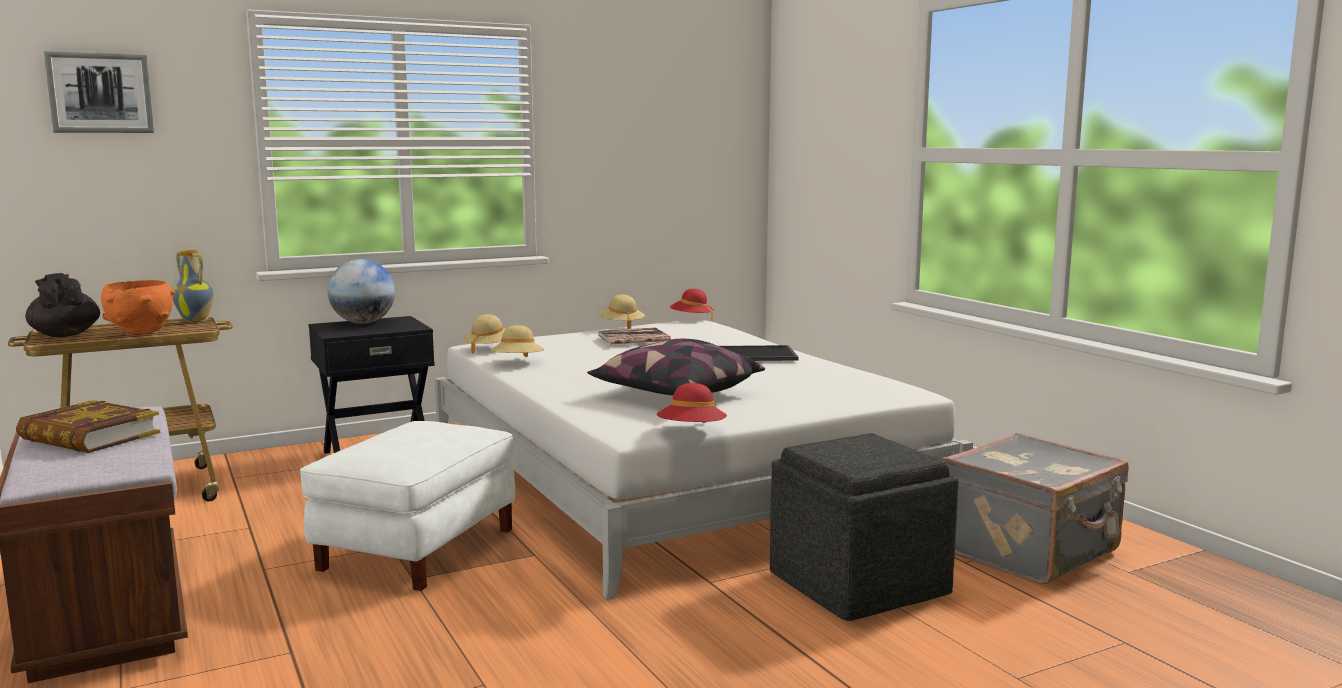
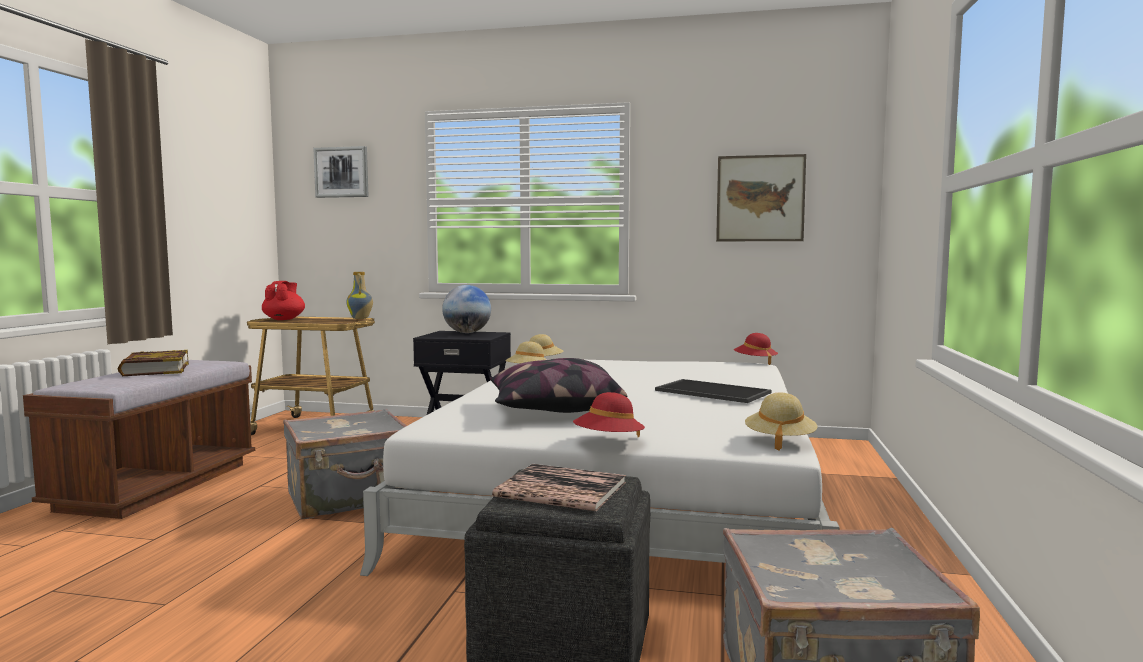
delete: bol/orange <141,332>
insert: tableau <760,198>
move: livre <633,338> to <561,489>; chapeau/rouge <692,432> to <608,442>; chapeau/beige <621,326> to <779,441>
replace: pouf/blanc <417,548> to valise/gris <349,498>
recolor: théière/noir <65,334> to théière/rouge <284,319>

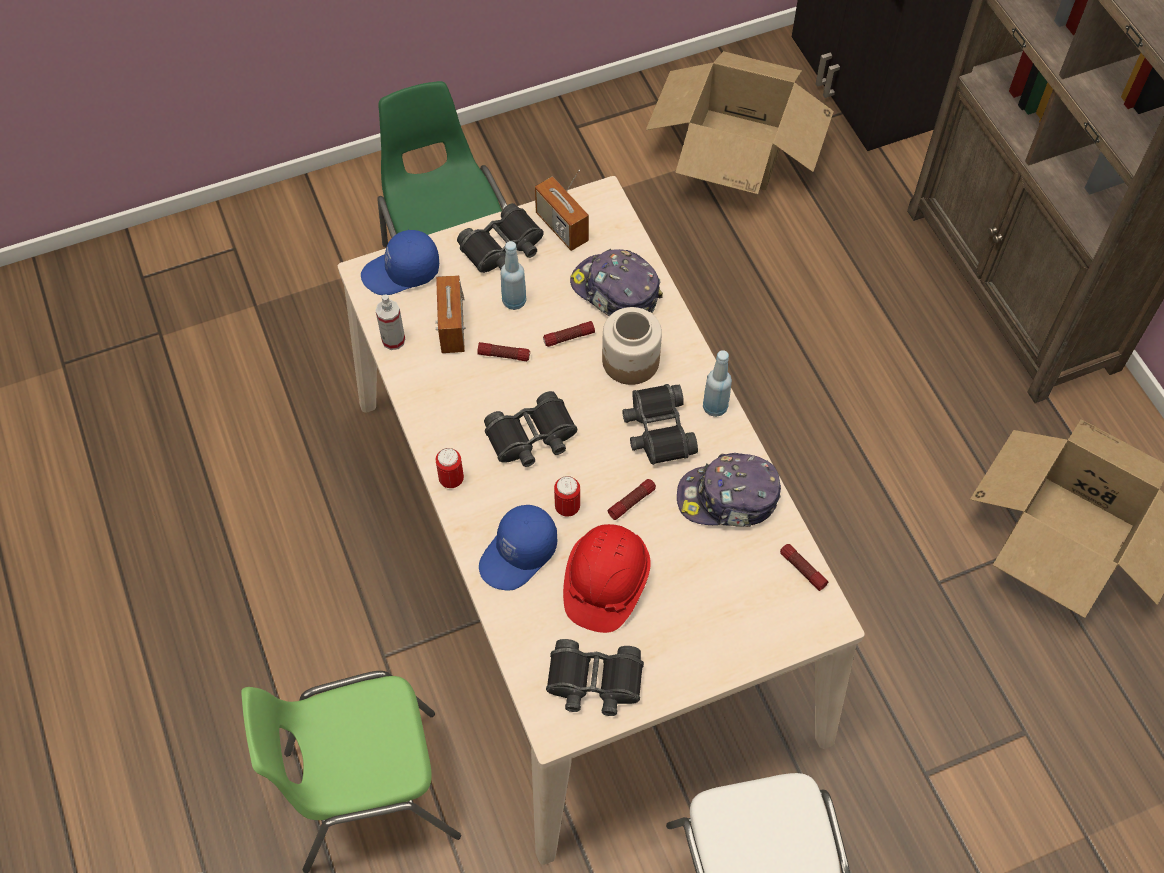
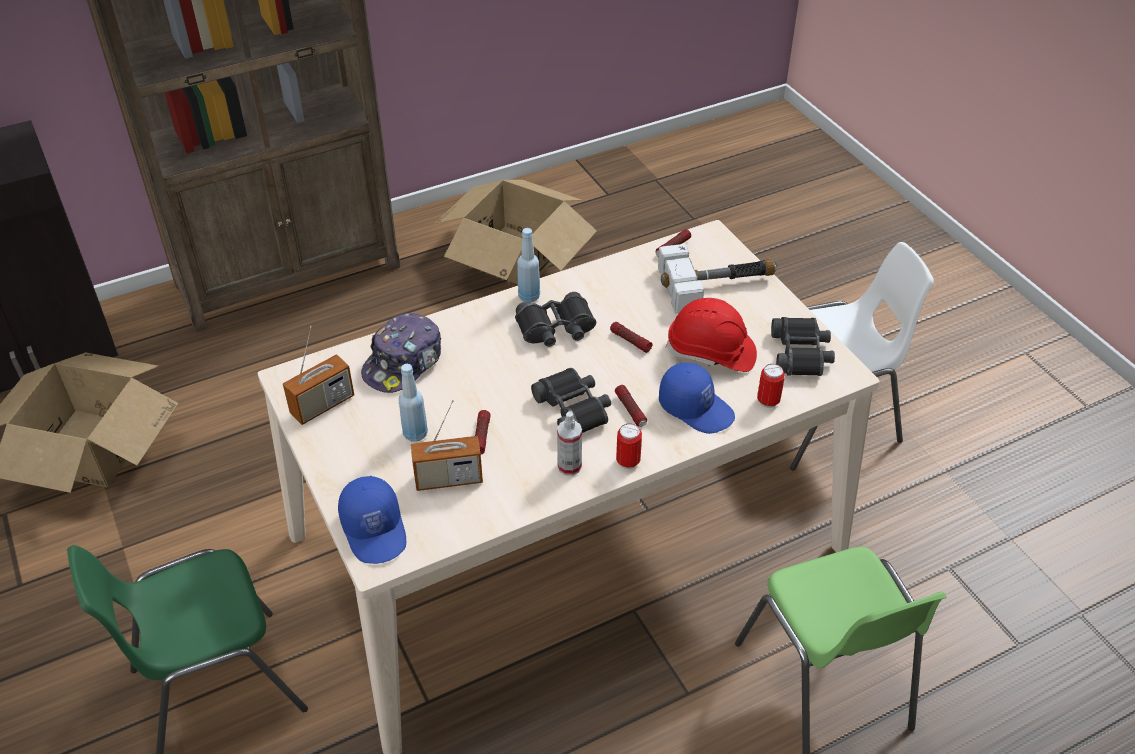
delete: jumelles/noir <503,248>; bocal <630,361>; casquette <728,499>
insert: marteau <718,284>
move: vaporisateur <393,340> to <569,466>; lampe de poche <569,337> to <630,410>; boîte métallique <567,507> to <768,401>

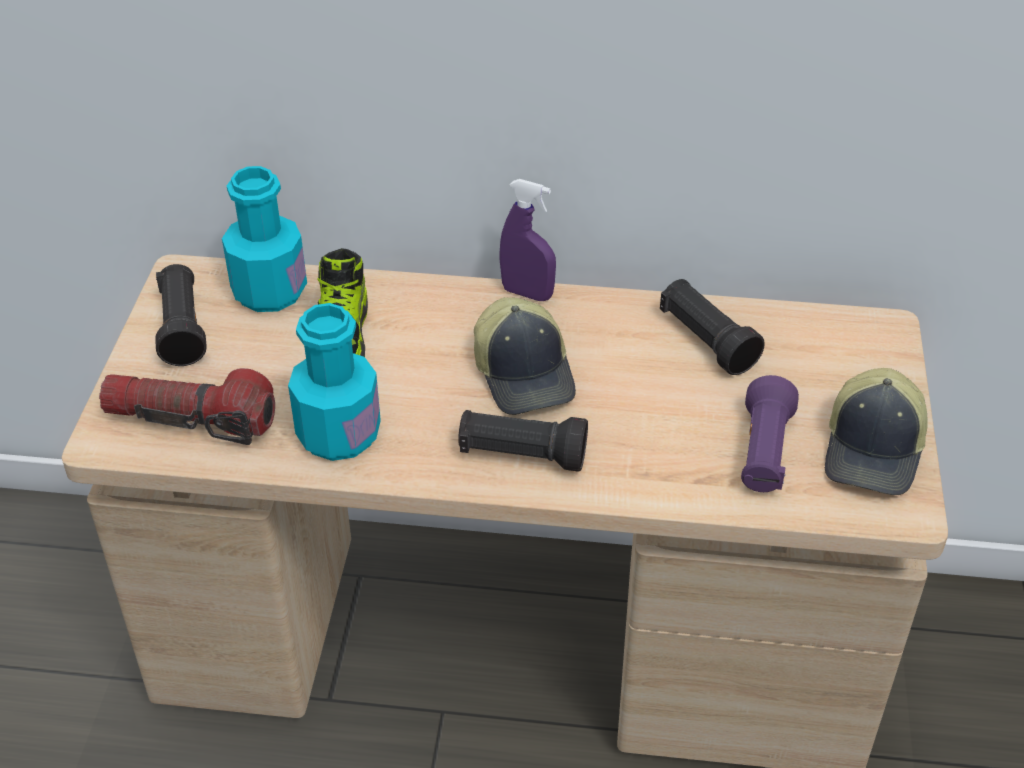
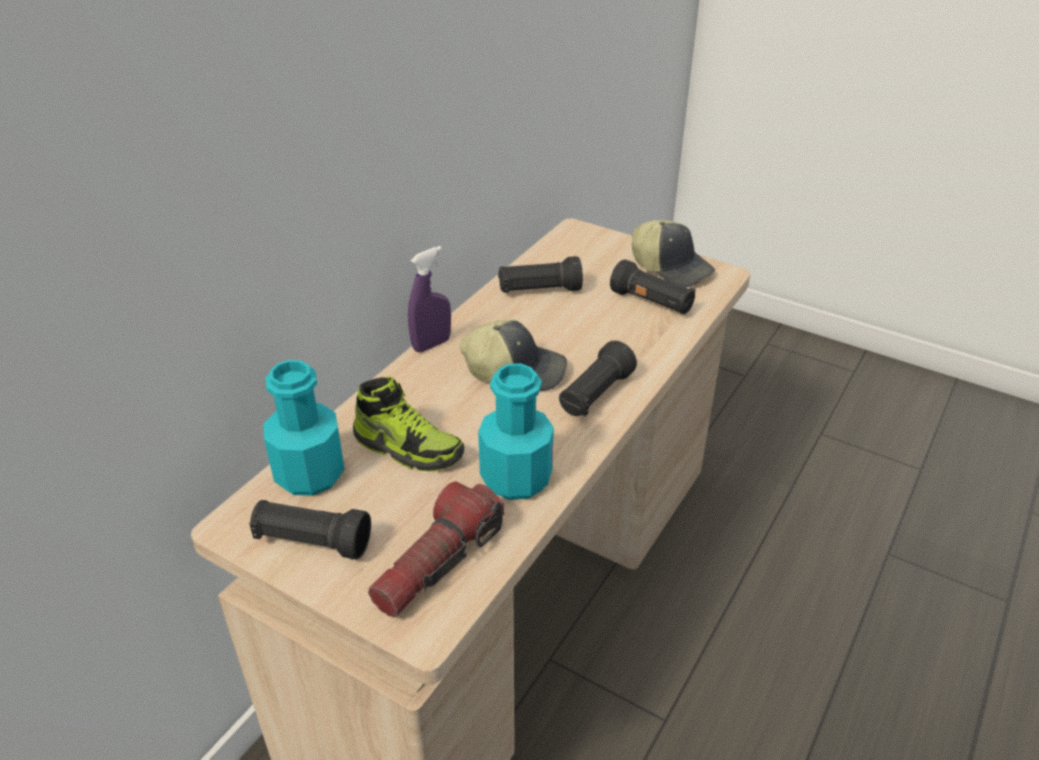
recolor: lampe de poche/violet <763,454> to lampe de poche/noir <652,303>

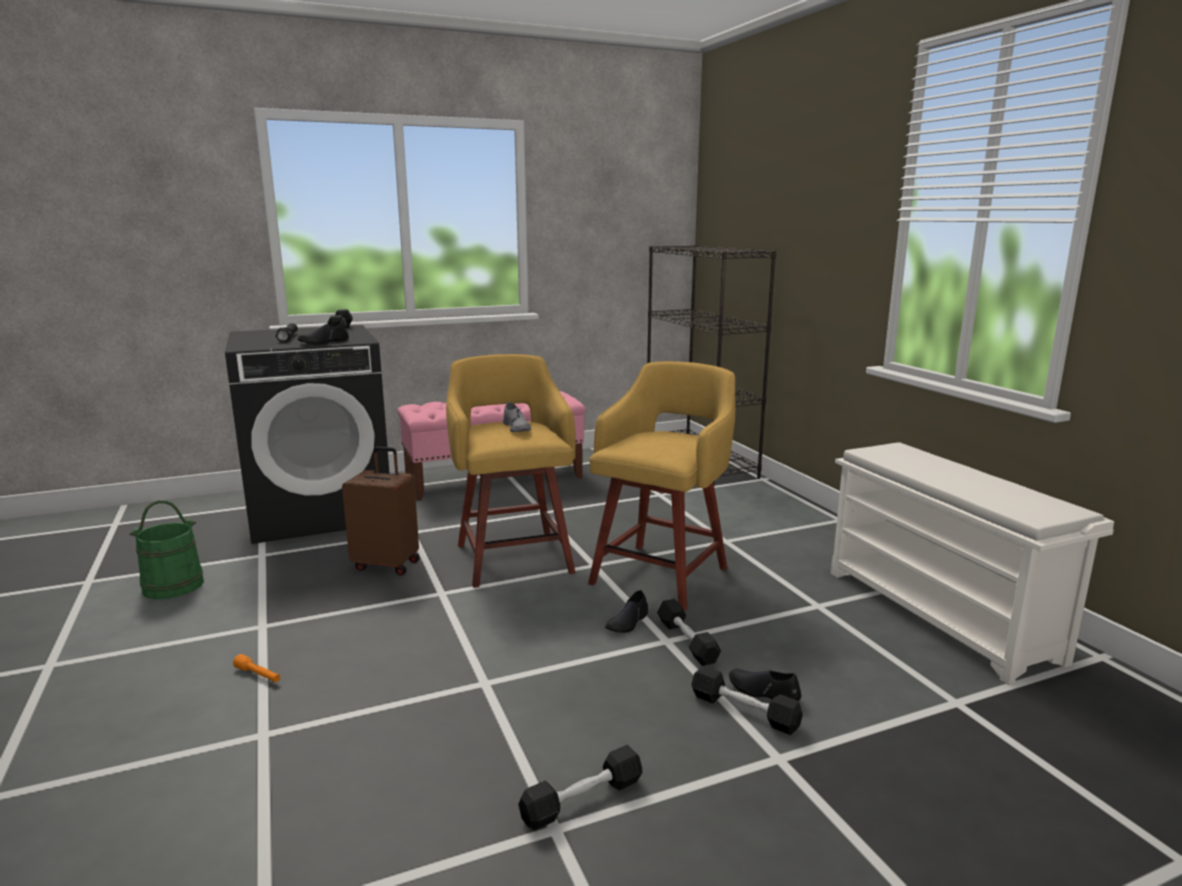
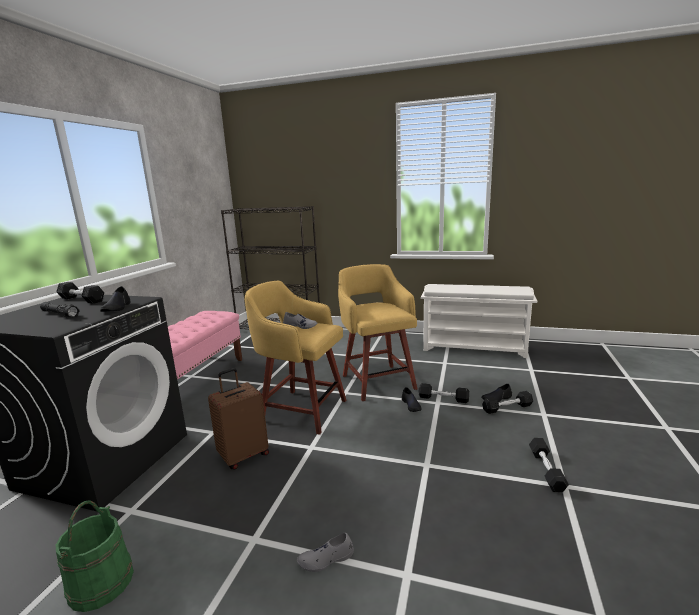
replace: lampe de poche/orange <258,675> to chaussure/gris <326,559>

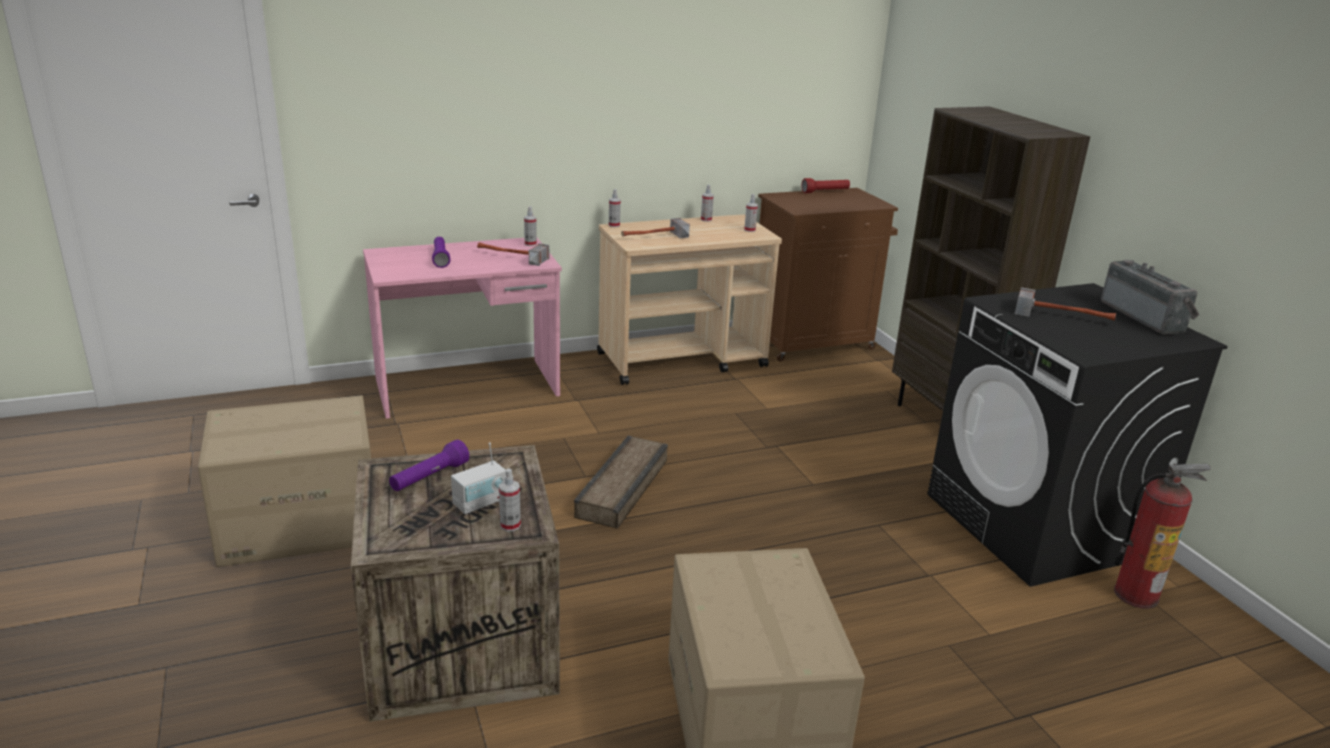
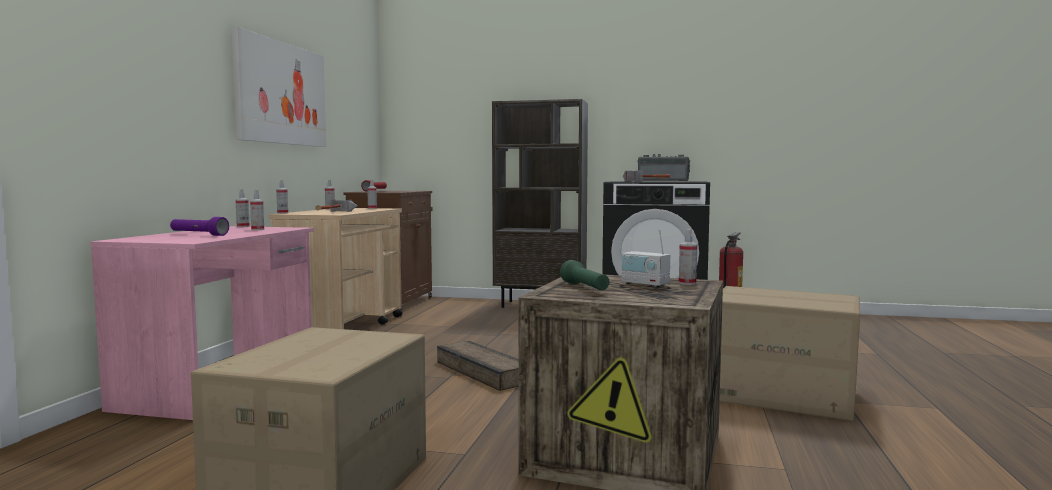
insert: tableau <281,93>
replace: marteau <509,258> to vaporisateur <257,229>
recolor: lampe de poche/violet <429,477> to lampe de poche/vert <585,288>
rotate: radio <480,503> = <645,284> 135 degrees clockwise

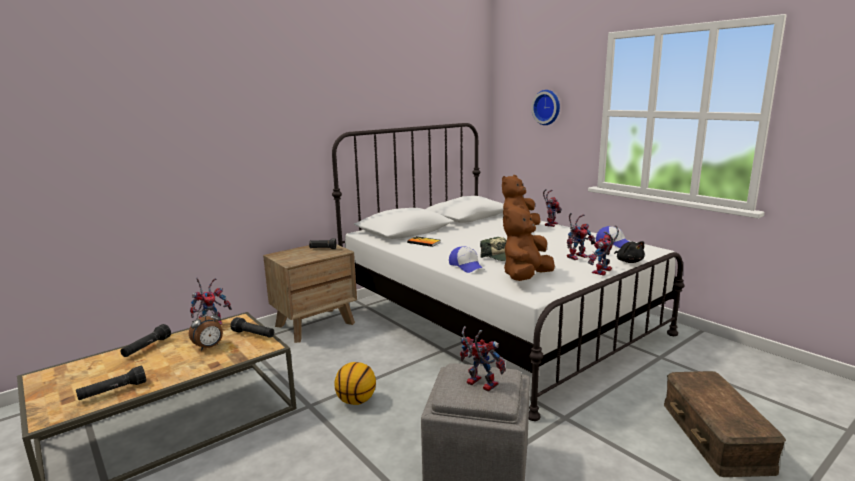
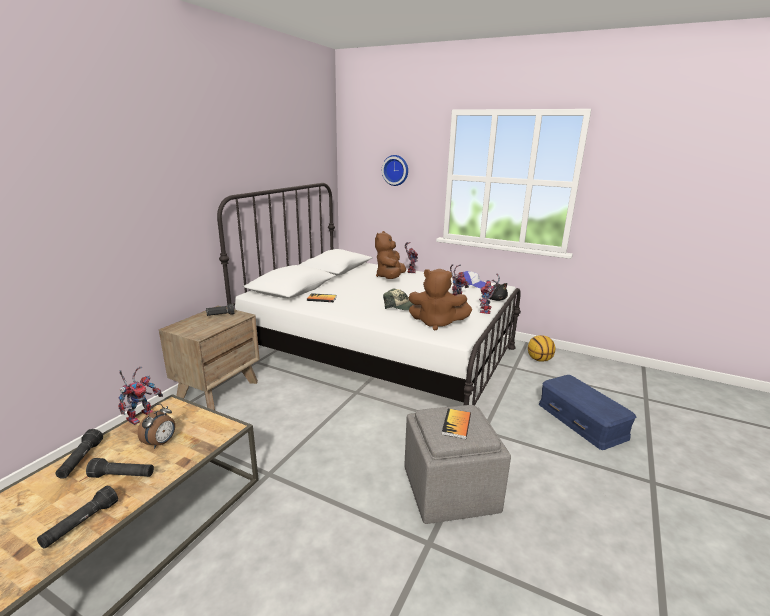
delete: casquette <466,266>
move: lampe de poche/noir <254,335> to <123,476>; ballon de basket <356,401> to <539,360>
replace: robot jouet <478,384> to livre <456,424>
recolor: boîte de rangement/marron <716,435> to boîte de rangement/bleu <582,420>
rotate: peluche/marron <525,277> = <436,323> 90 degrees counterclockwise

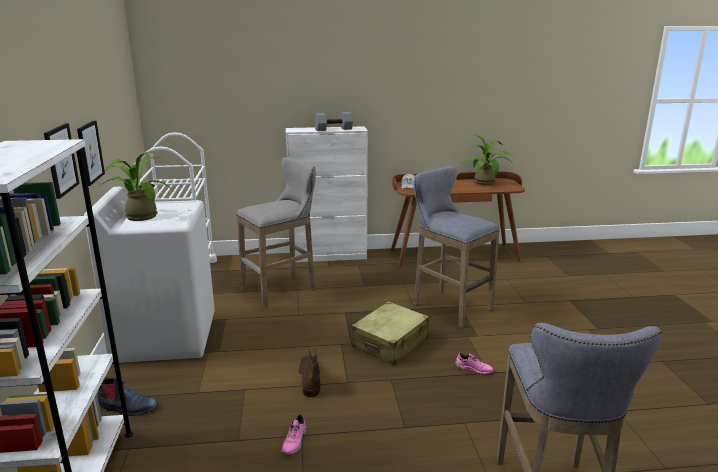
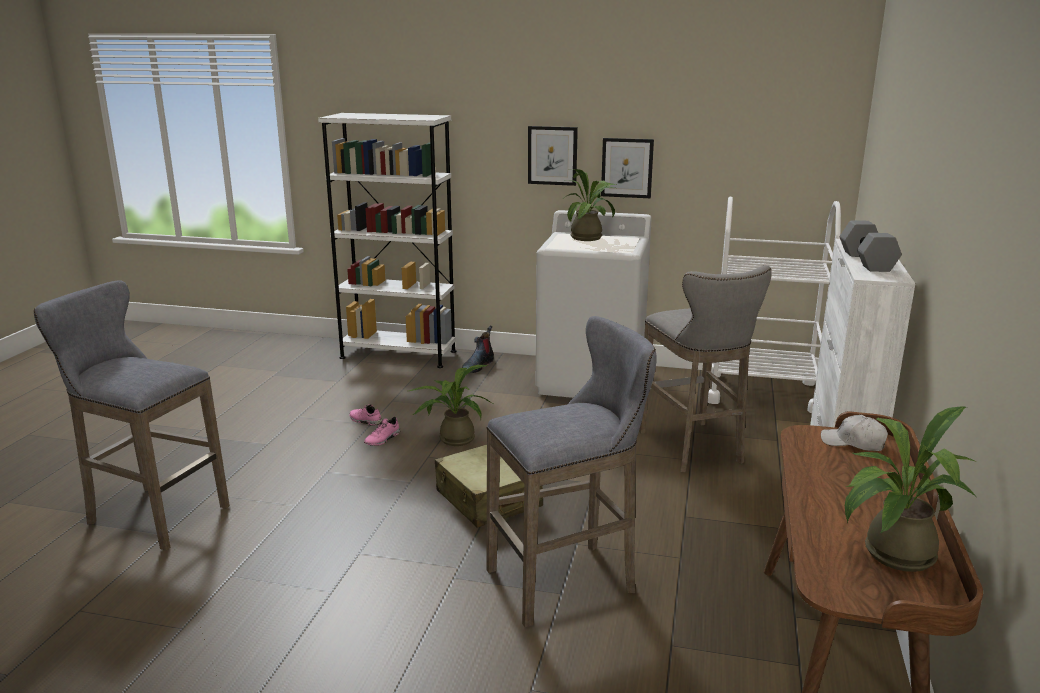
move: chaussure/rose <474,369> to <383,439>
replace: botte/marron <310,379> to plante en pot <452,438>

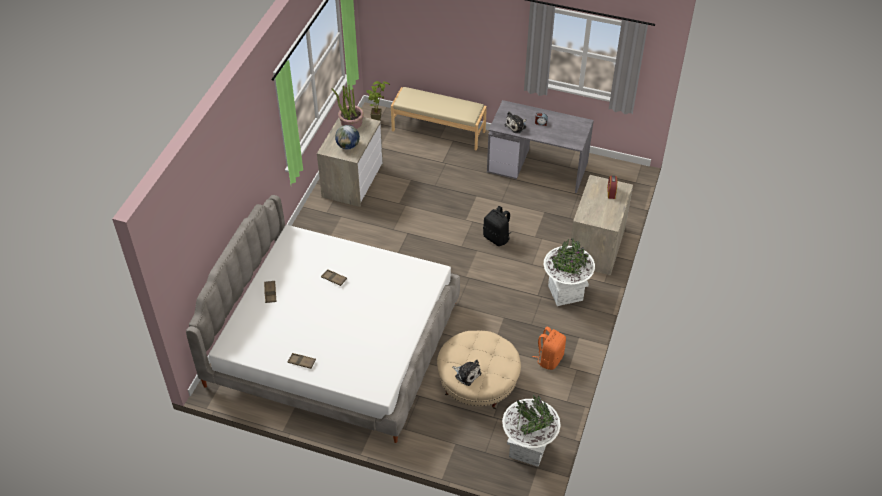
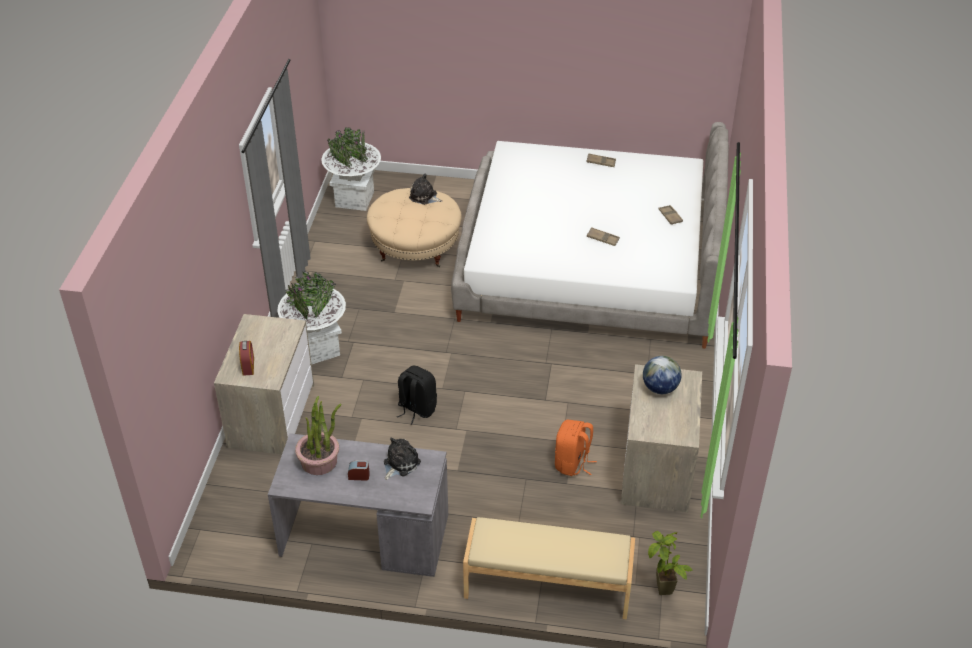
move: plante en pot <351,122> to <319,461>; sac à dos/orange <549,359> to <572,463>

